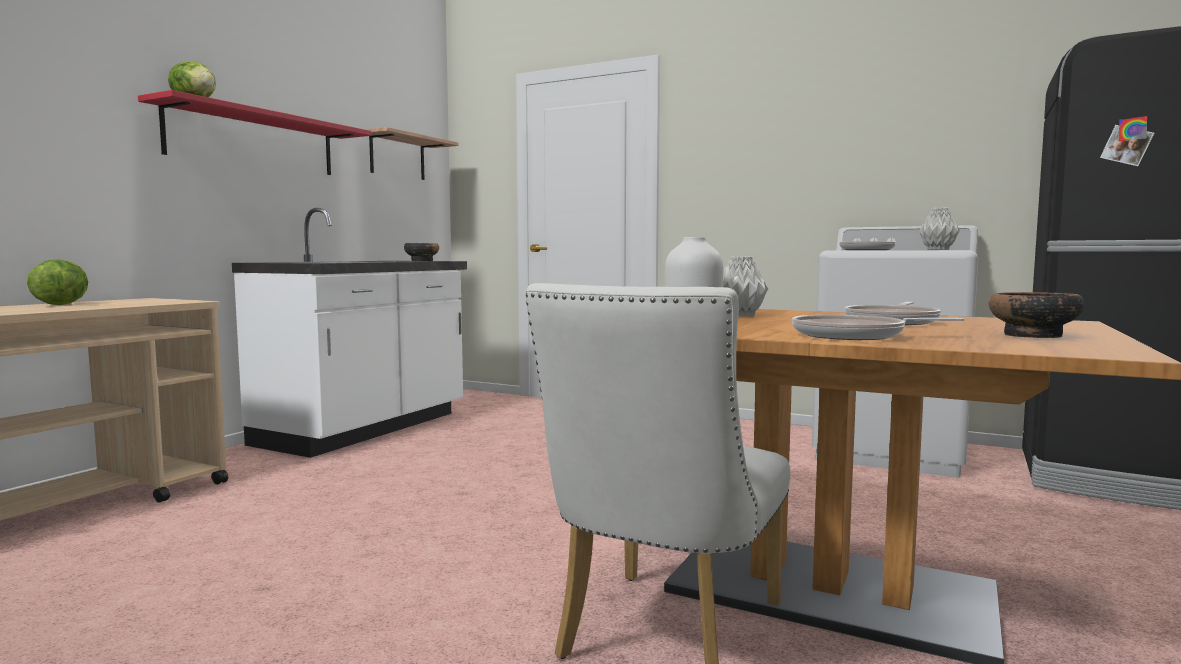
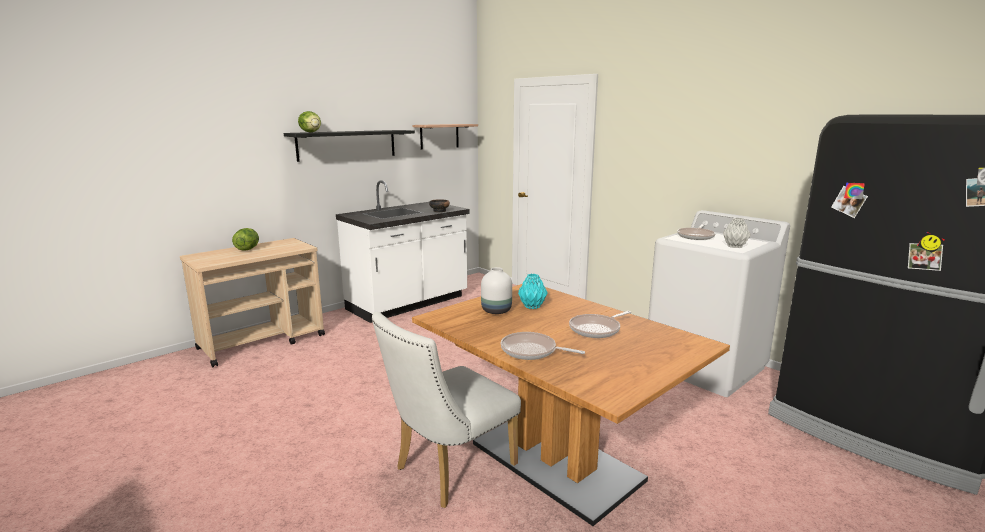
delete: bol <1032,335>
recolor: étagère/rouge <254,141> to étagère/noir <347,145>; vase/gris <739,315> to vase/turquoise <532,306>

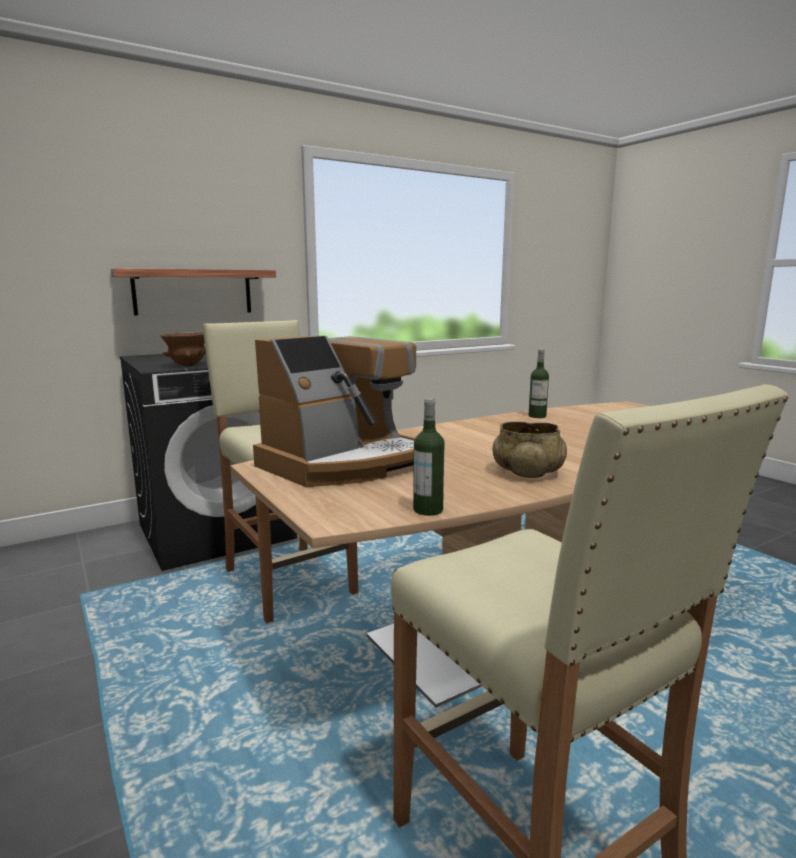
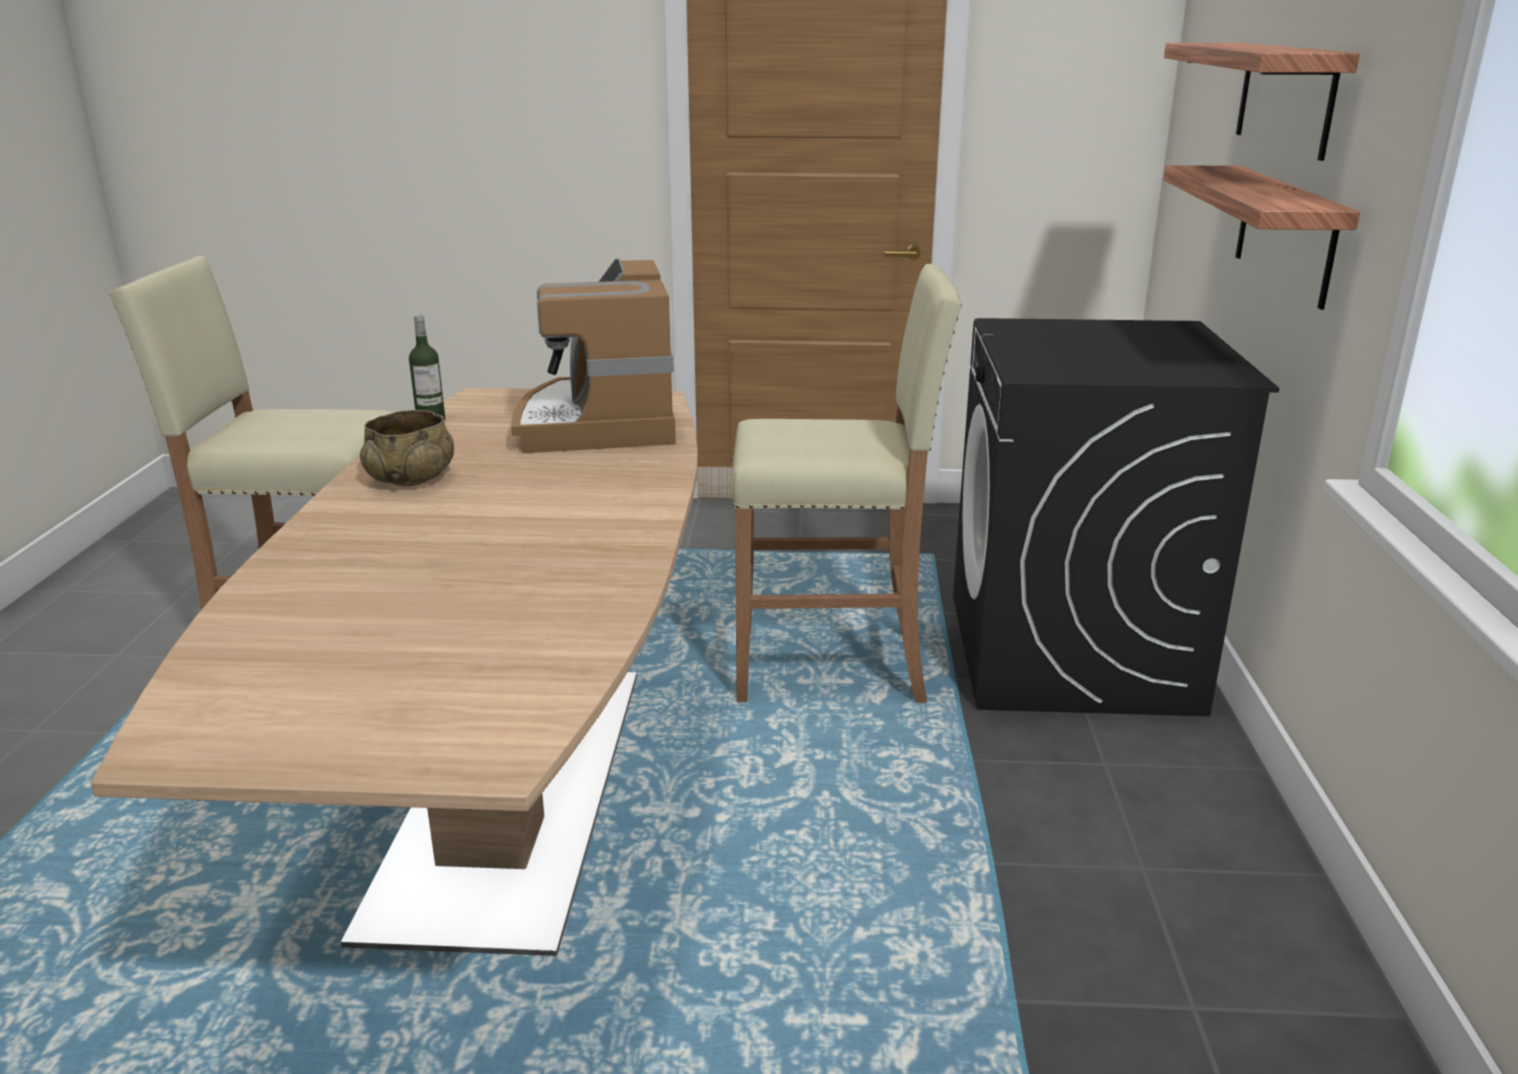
delete: bol/marron <188,365>; bouteille <537,416>
insert: étagère <1285,97>

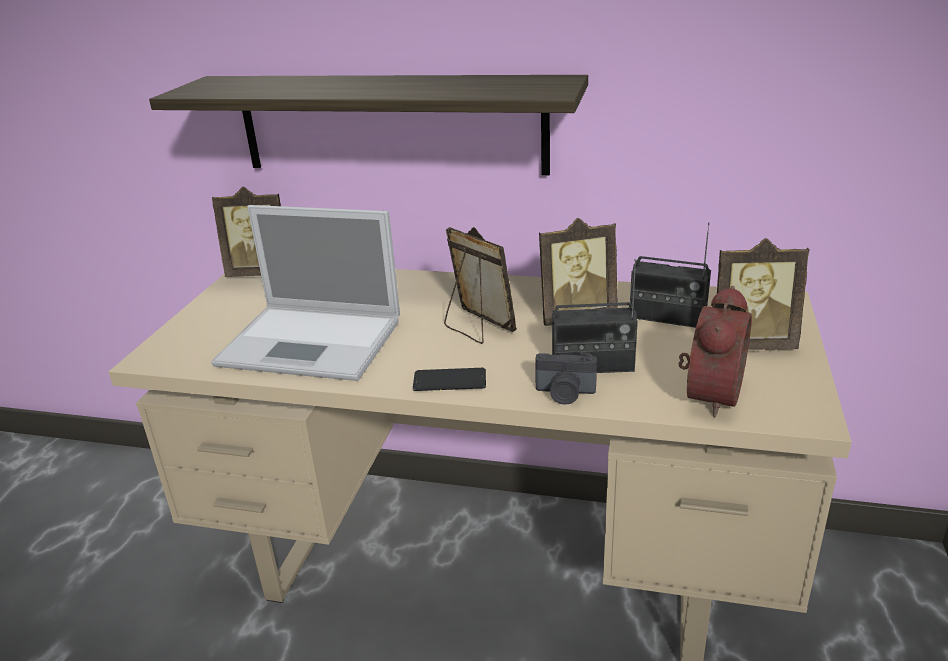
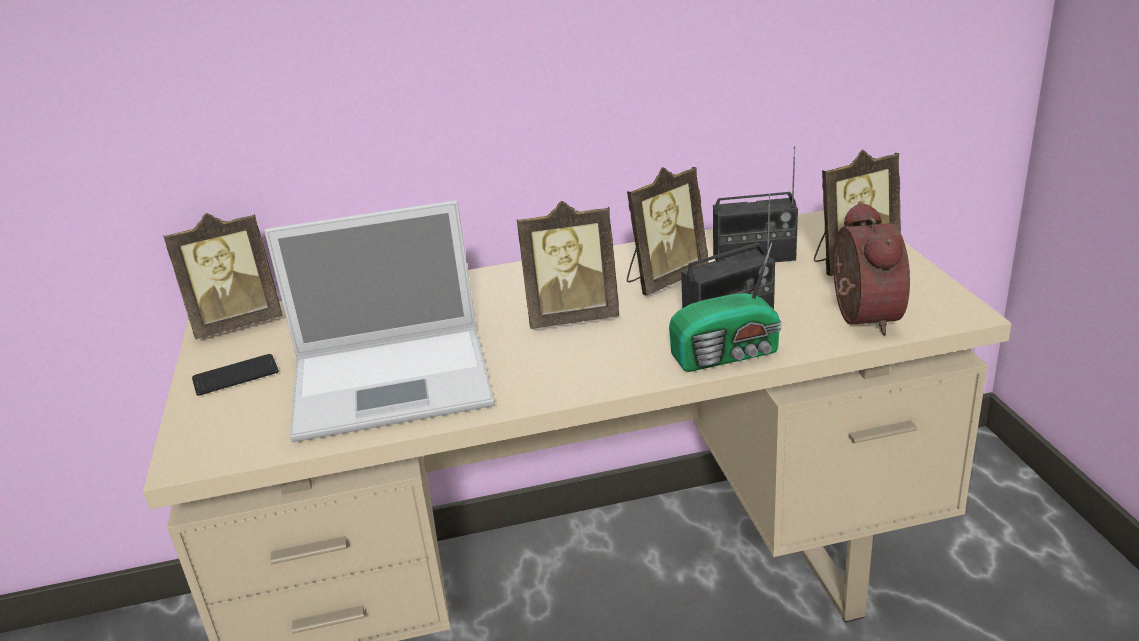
delete: étagère <390,124>
move: téléphone <449,381> to <235,376>
replace: appareil photo <565,394> to radio <728,355>
rotate: cadre photo <476,328> = <572,317> 150 degrees clockwise

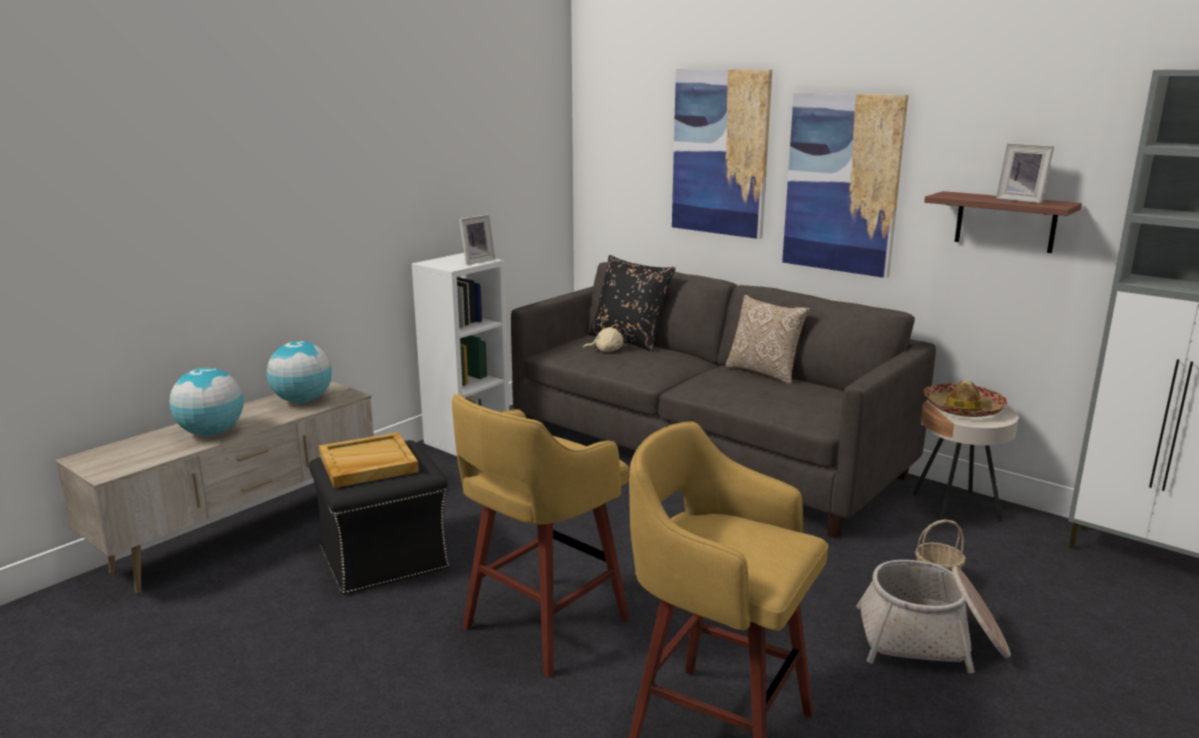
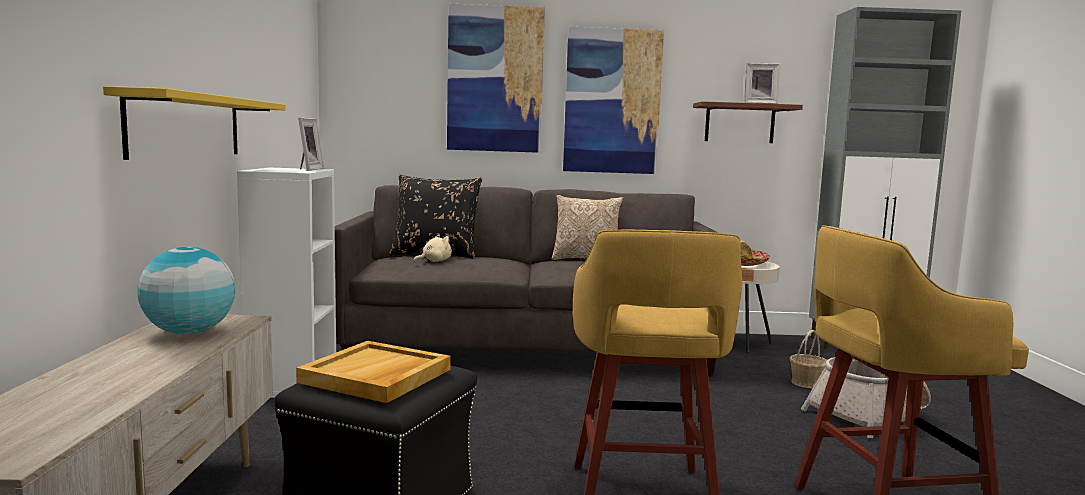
delete: globe <211,433>
insert: étagère/jaune <187,126>

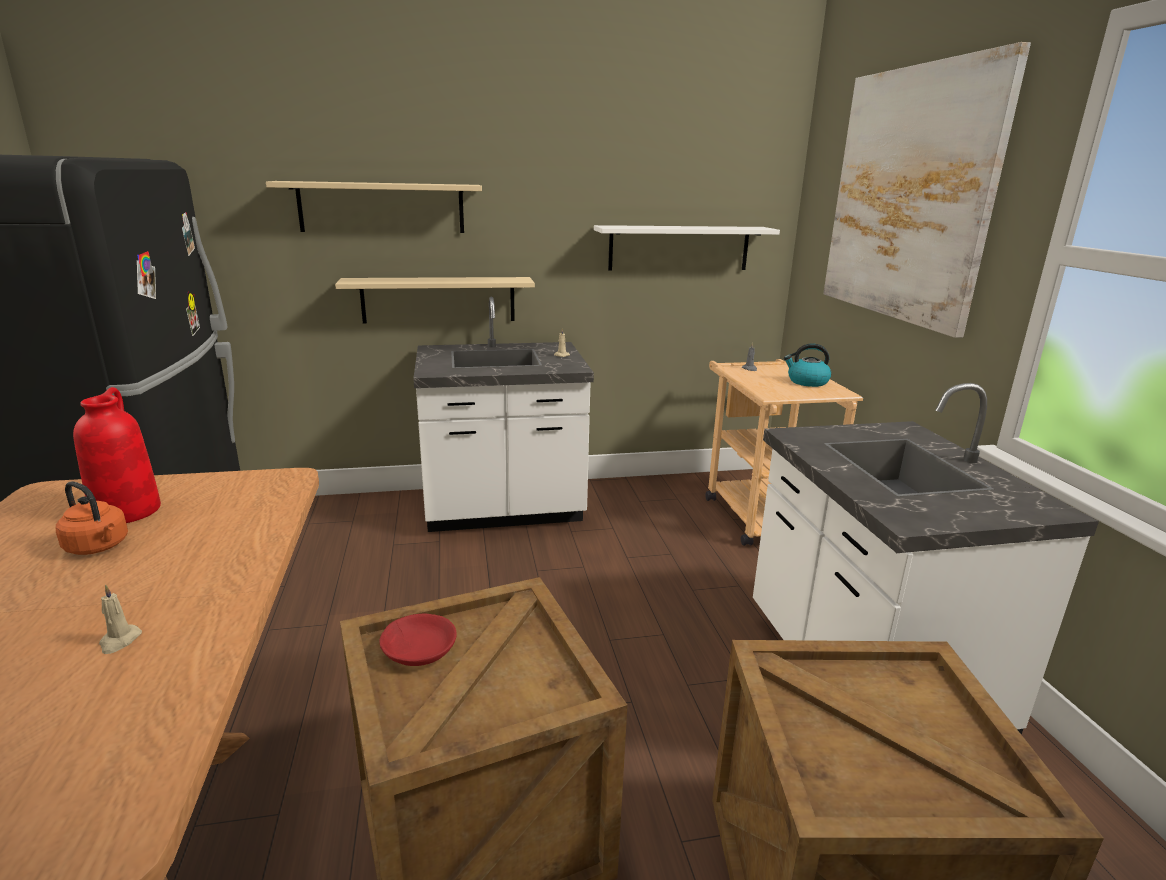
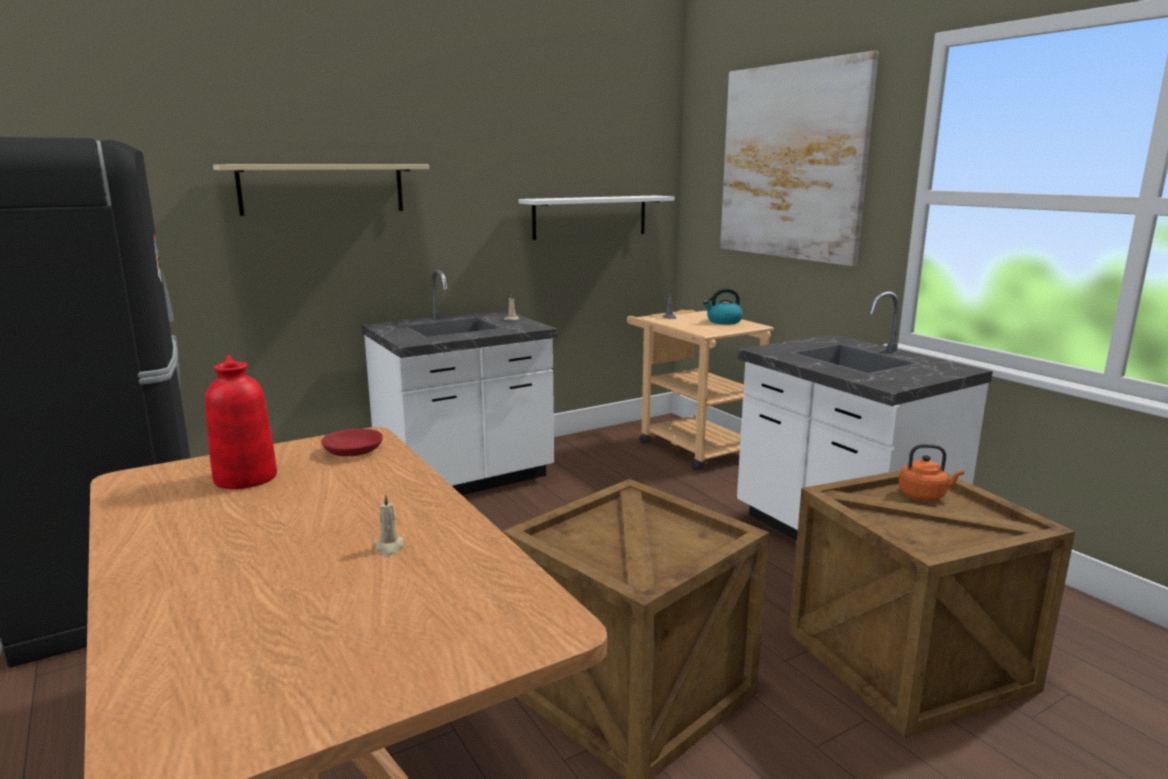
delete: étagère/beige <439,299>
move: bol/rouge <418,649> to <352,451>; bouilloire/orange <99,547> to <924,496>

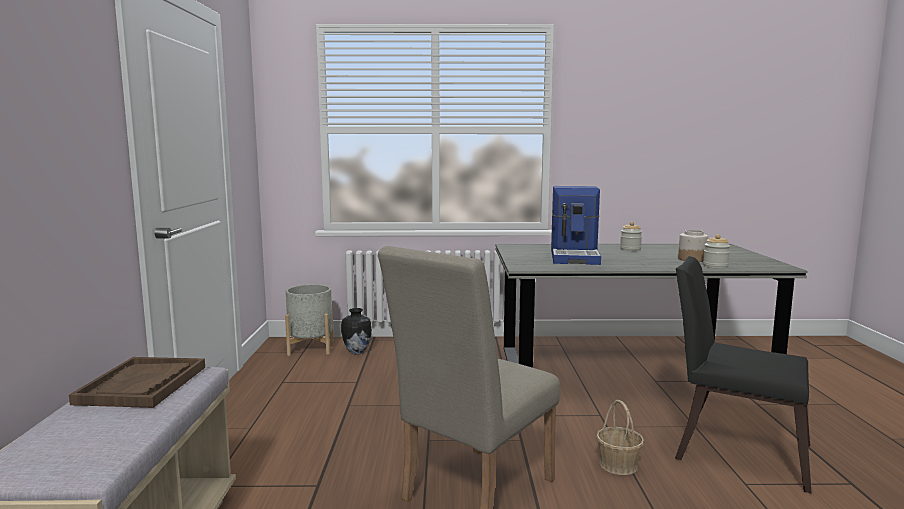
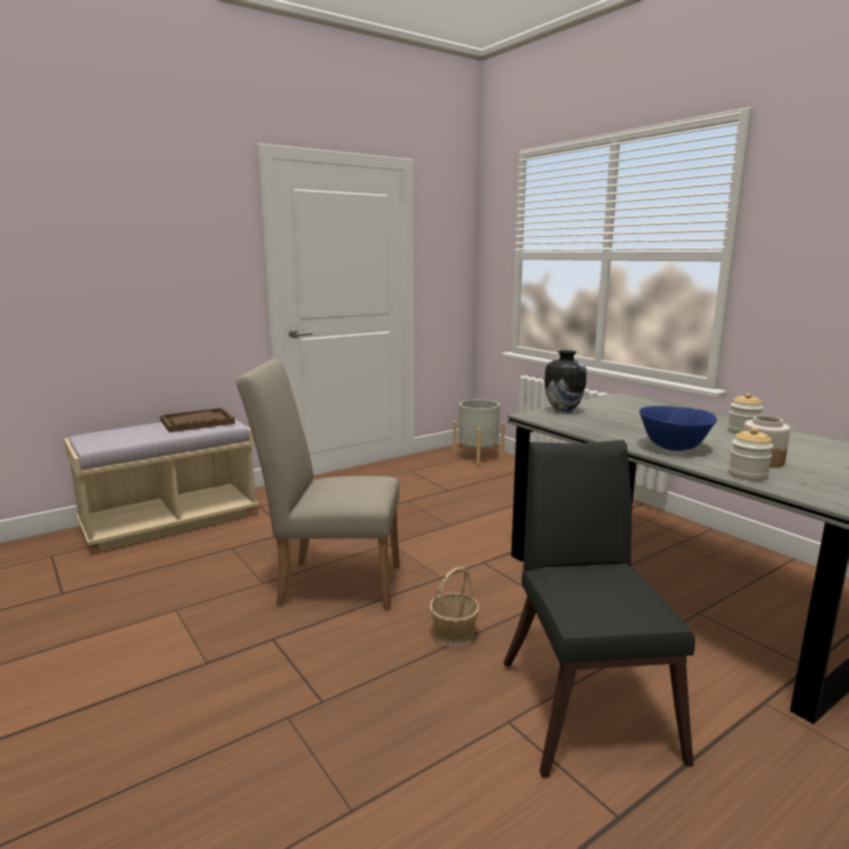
delete: machine à café <575,256>
insert: bol/bleu <673,447>
move: vase <356,352> to <563,410>

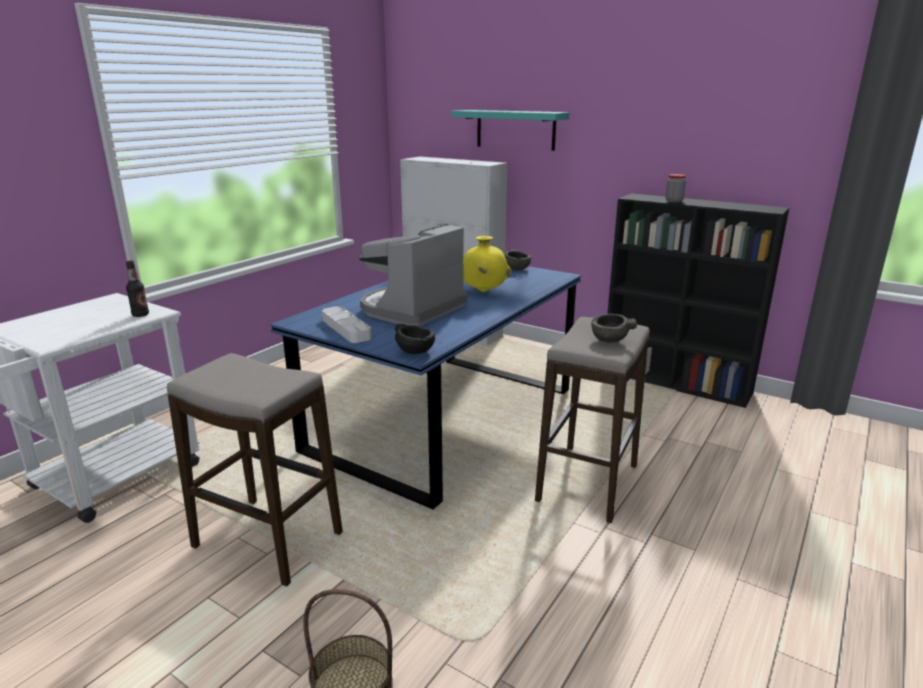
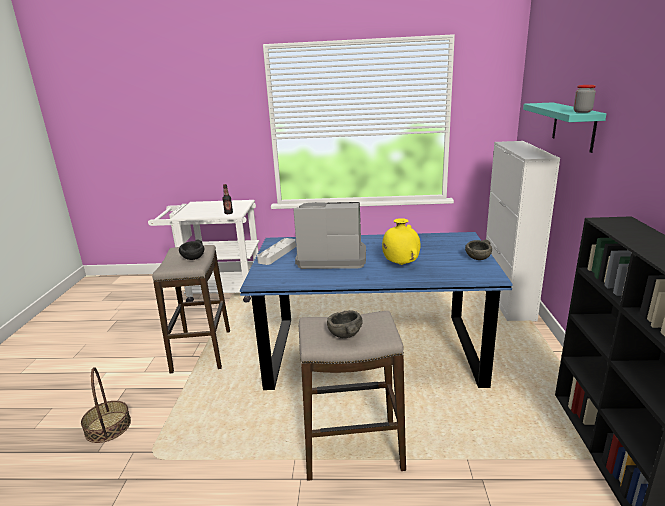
move: bol/noir <415,351> to <193,258>; bocal <674,201> to <582,112>

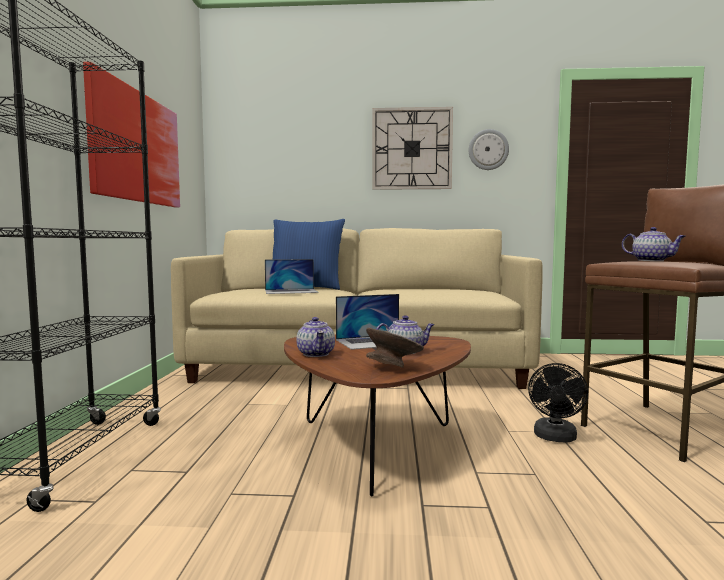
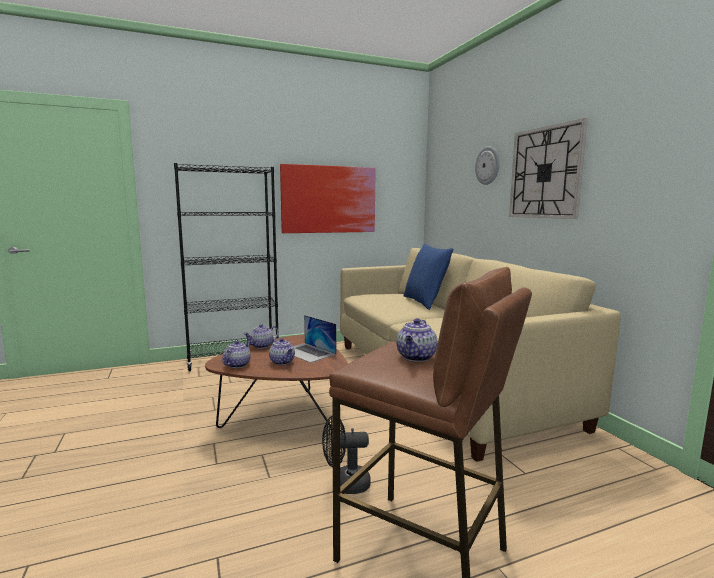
delete: ordinateur portable <291,291>
move: horloge murale <488,150> to <488,165>
replace: bol/gris <393,367> to théière <237,365>

